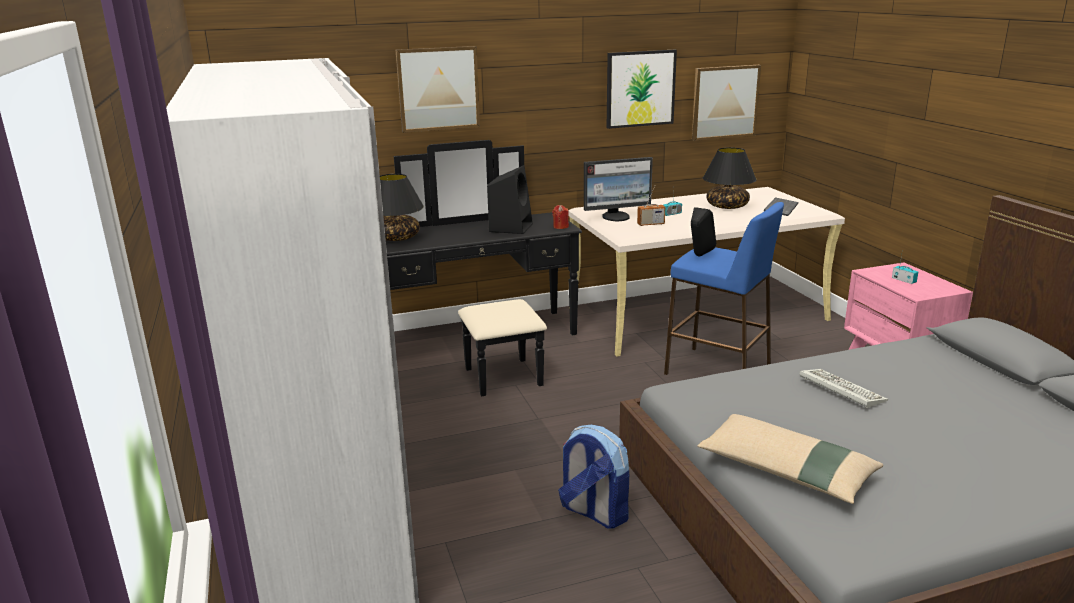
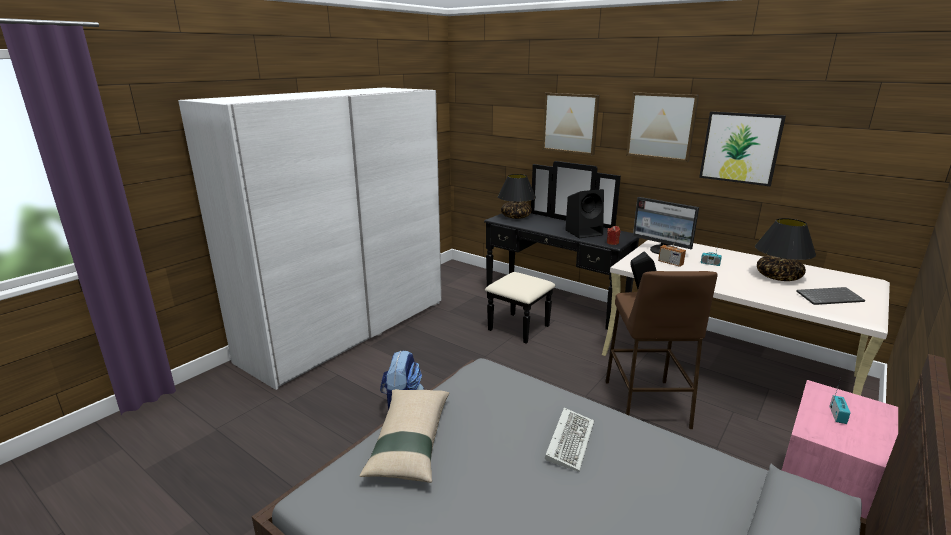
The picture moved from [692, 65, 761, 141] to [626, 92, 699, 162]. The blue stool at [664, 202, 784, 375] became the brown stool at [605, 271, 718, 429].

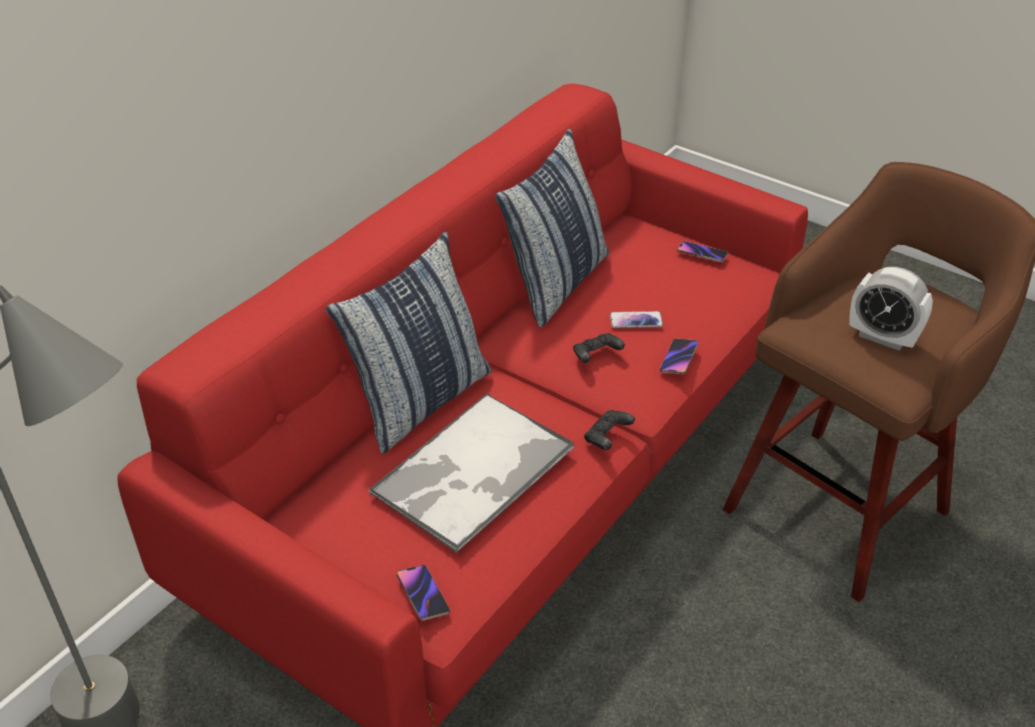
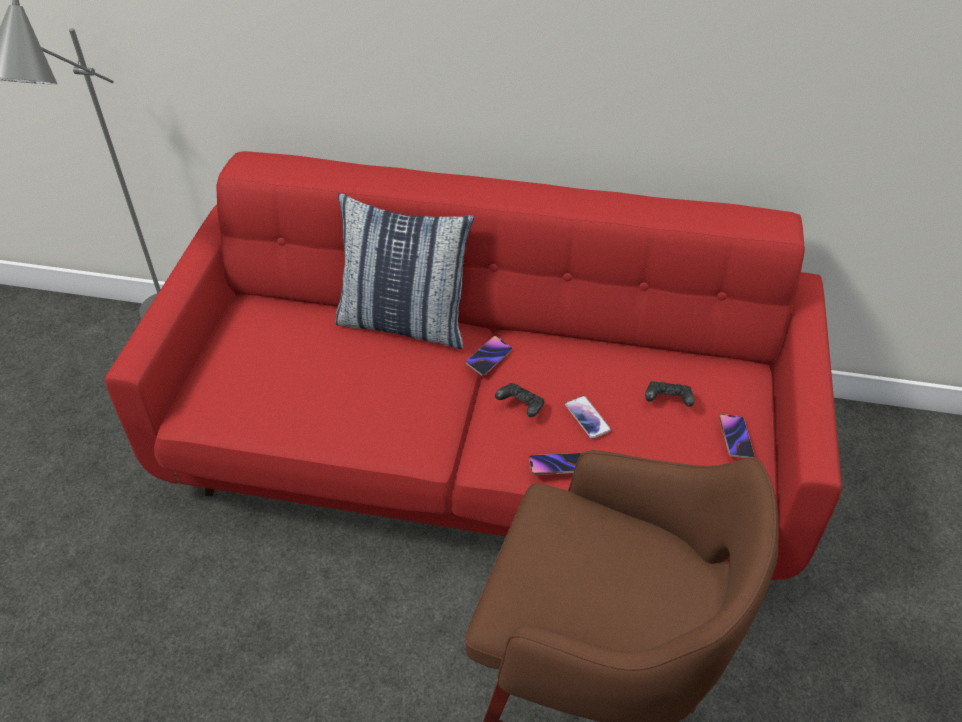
The tray at [368, 393, 574, 553] disappeared. The pillow at [495, 128, 609, 327] disappeared. The alarm clock at [849, 267, 933, 351] disappeared. The phone moved from [397, 565, 450, 621] to [466, 336, 512, 376]. The black game controller moved from [584, 410, 635, 450] to [645, 381, 694, 407].

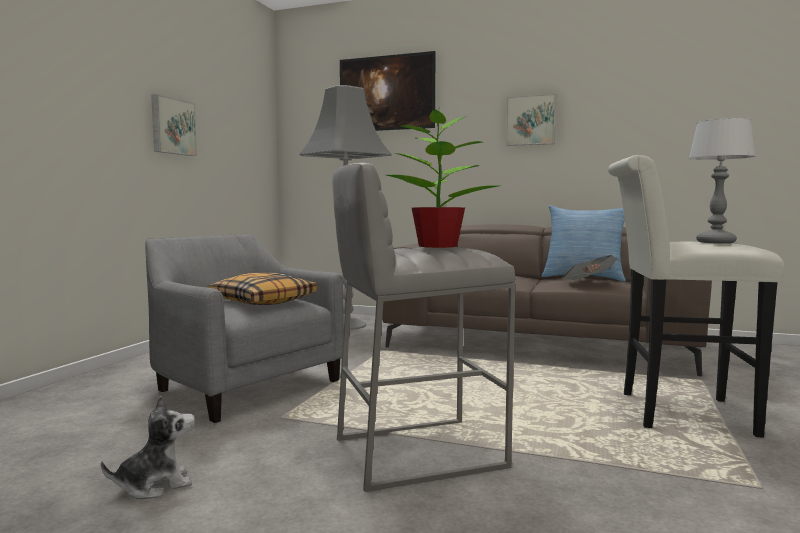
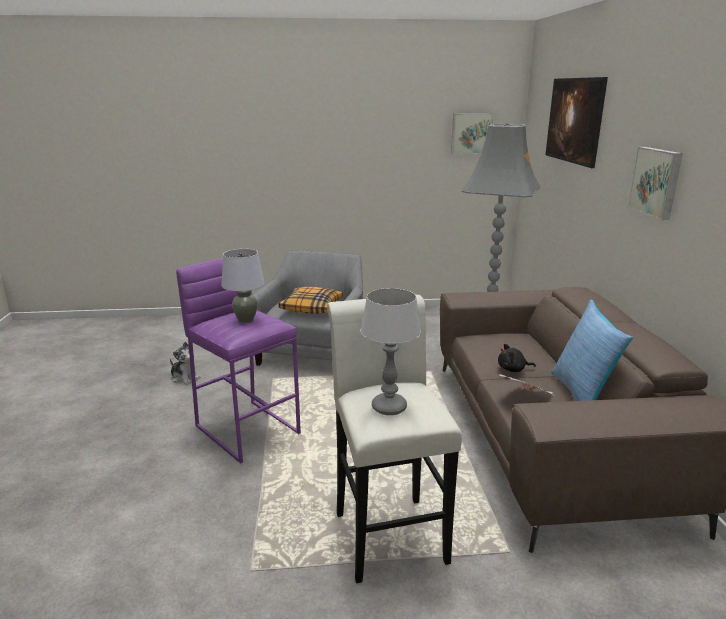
The black plush toy at [498, 344, 536, 372] appeared. The picture moved from [151, 94, 197, 156] to [451, 113, 493, 154]. The potted plant at [387, 107, 498, 248] was replaced by the grey table lamp at [221, 249, 265, 323]. The grey stool at [332, 163, 515, 492] became the purple stool at [176, 258, 301, 464].

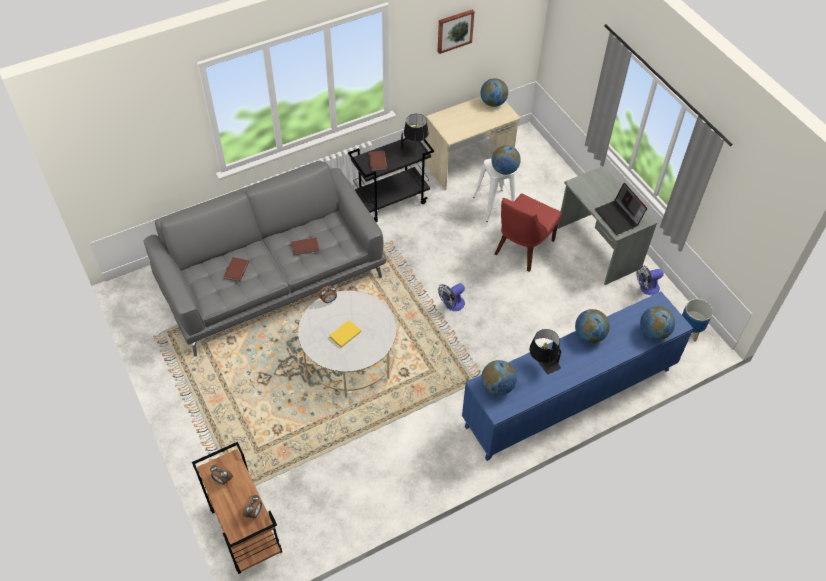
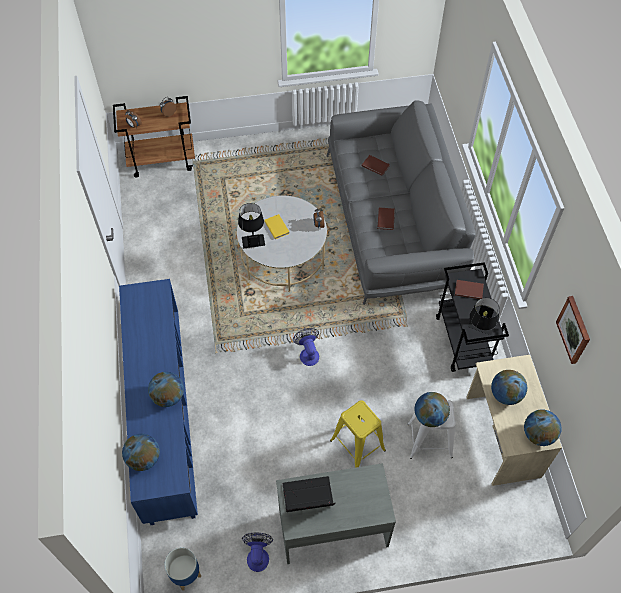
The globe moved from [481, 360, 517, 396] to [491, 370, 527, 405]. The black table lamp moved from [529, 329, 561, 375] to [238, 203, 265, 248]. The red chair at [495, 194, 562, 272] was replaced by the yellow stool at [330, 400, 386, 468].

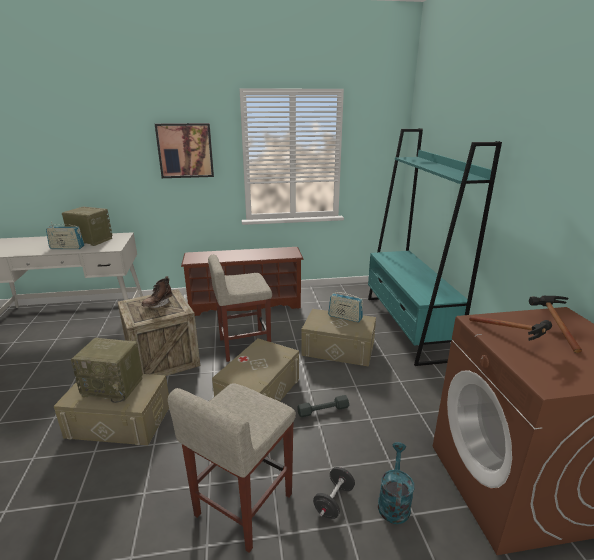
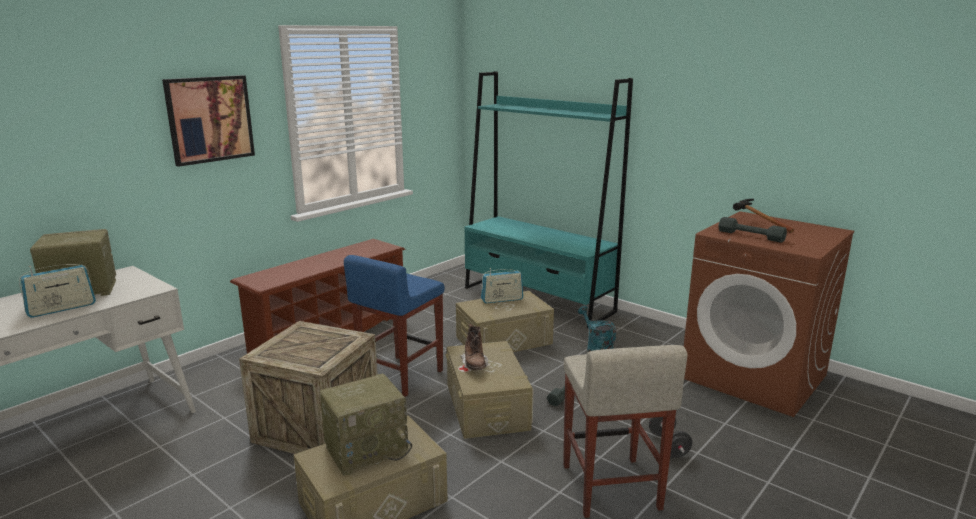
The brown boot moved from [141, 276, 172, 308] to [460, 324, 488, 370]. The turquoise watering can moved from [378, 442, 414, 524] to [578, 306, 616, 352]. The hammer at [469, 315, 552, 341] was replaced by the grey dumbbell at [718, 217, 787, 243]. The beige stool at [208, 254, 272, 362] became the blue stool at [344, 255, 445, 397].

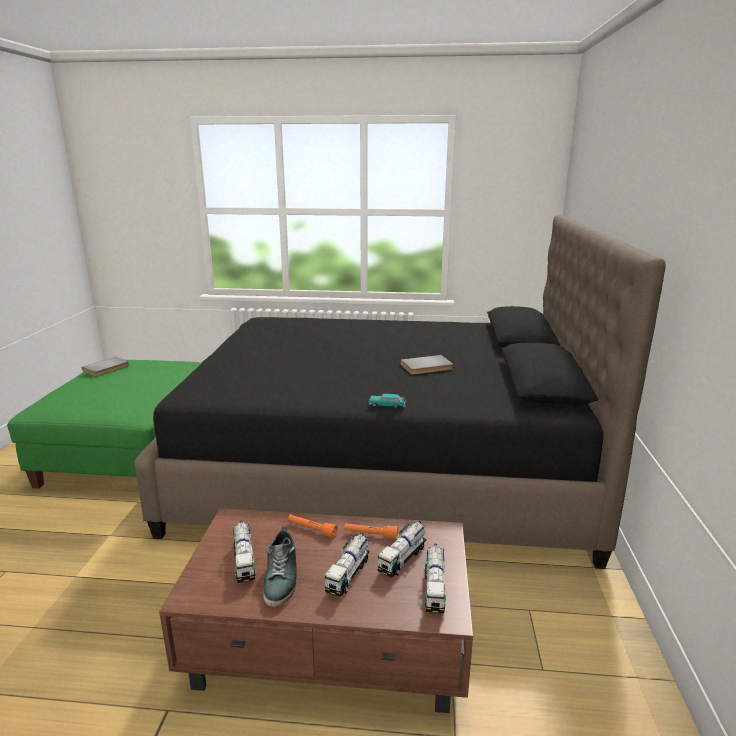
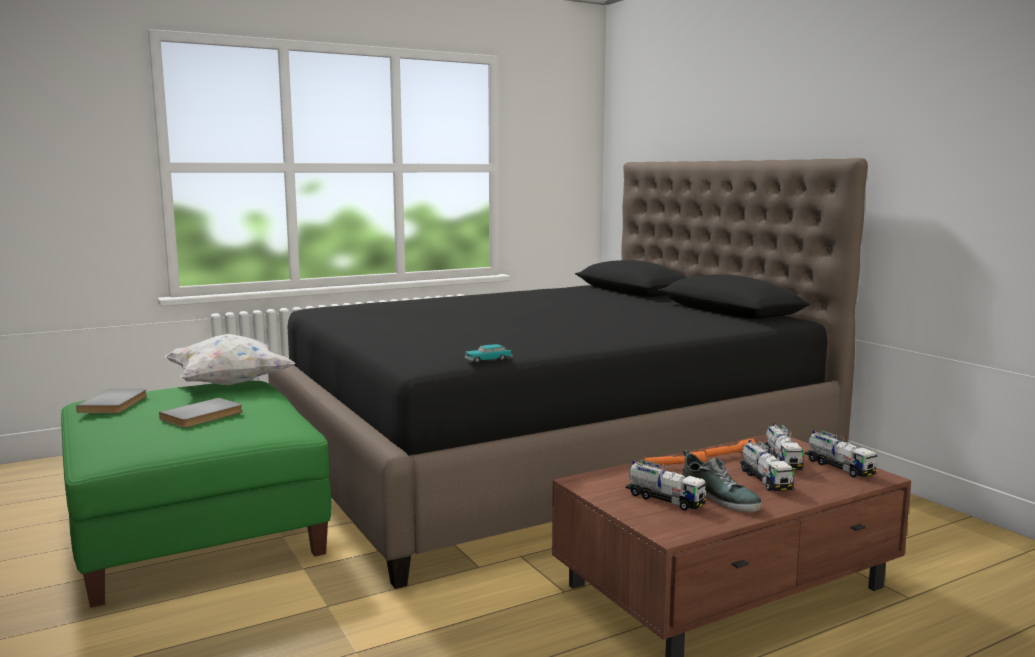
The white pillow at [165, 334, 296, 385] appeared. The toy car moved from [369, 394, 406, 408] to [464, 344, 513, 363]. The grey book moved from [400, 355, 453, 375] to [159, 398, 243, 428].

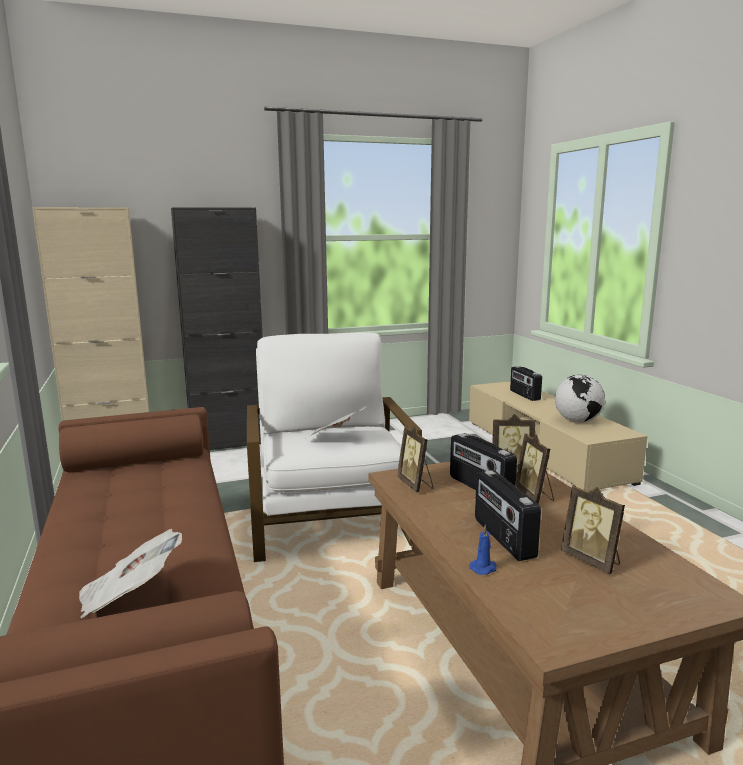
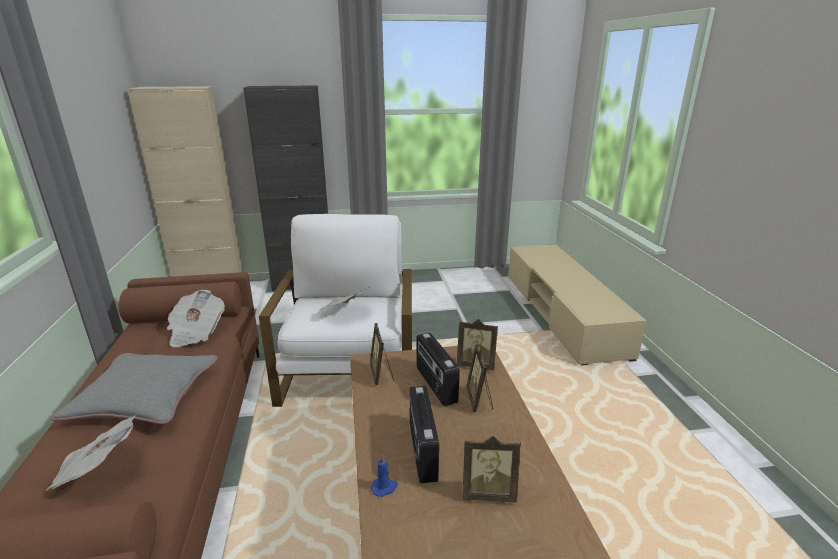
The radio at [510, 366, 542, 401] disappeared. The globe at [555, 375, 605, 423] disappeared. The grey pillow at [51, 353, 218, 424] appeared. The newspaper at [167, 290, 225, 347] appeared. The picture frame at [561, 485, 625, 574] turned 60 degrees counterclockwise.

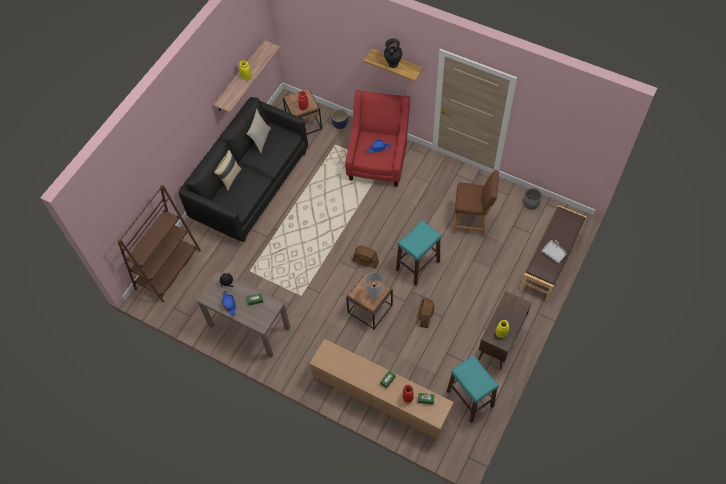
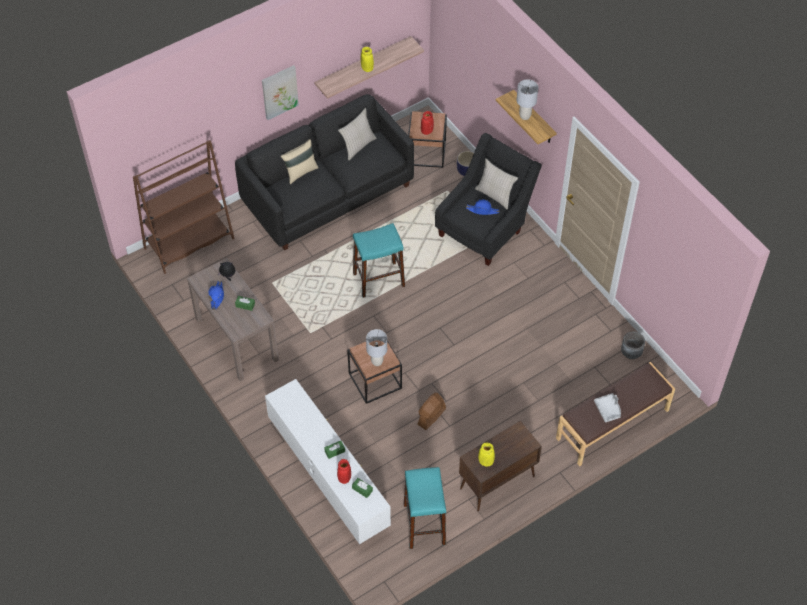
The brown fan at [353, 245, 379, 268] disappeared. The brown stool at [452, 170, 499, 237] disappeared. The picture at [262, 65, 299, 120] appeared. The beige pillow at [475, 158, 518, 210] appeared. The turquoise stool moved from [396, 220, 441, 286] to [353, 223, 405, 298]. The black vase at [384, 39, 402, 68] was replaced by the grey table lamp at [517, 79, 538, 120]. The brown tv stand at [310, 339, 454, 440] became the white tv stand at [265, 379, 391, 544]. The red armchair at [345, 90, 410, 187] became the black armchair at [435, 133, 542, 266].

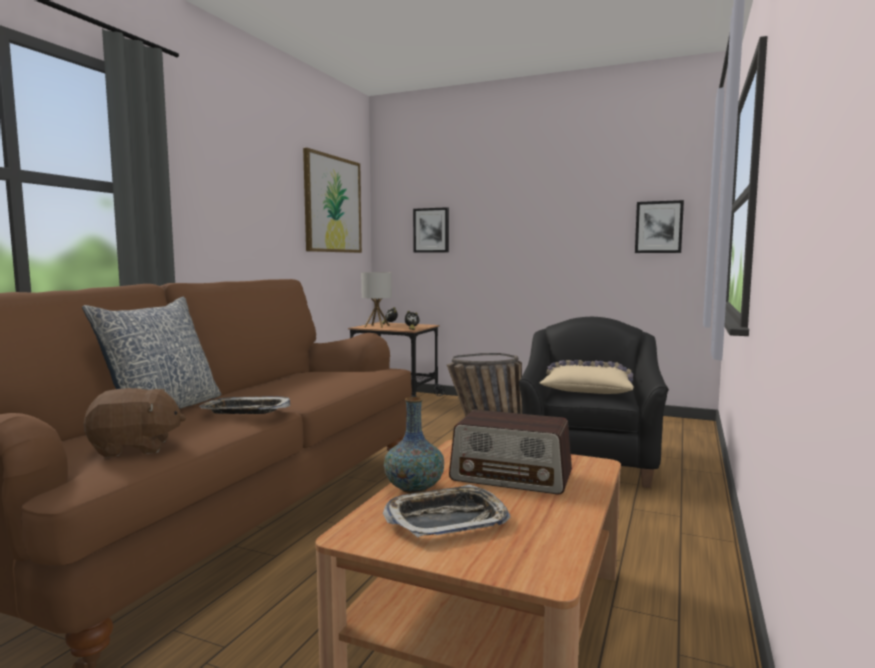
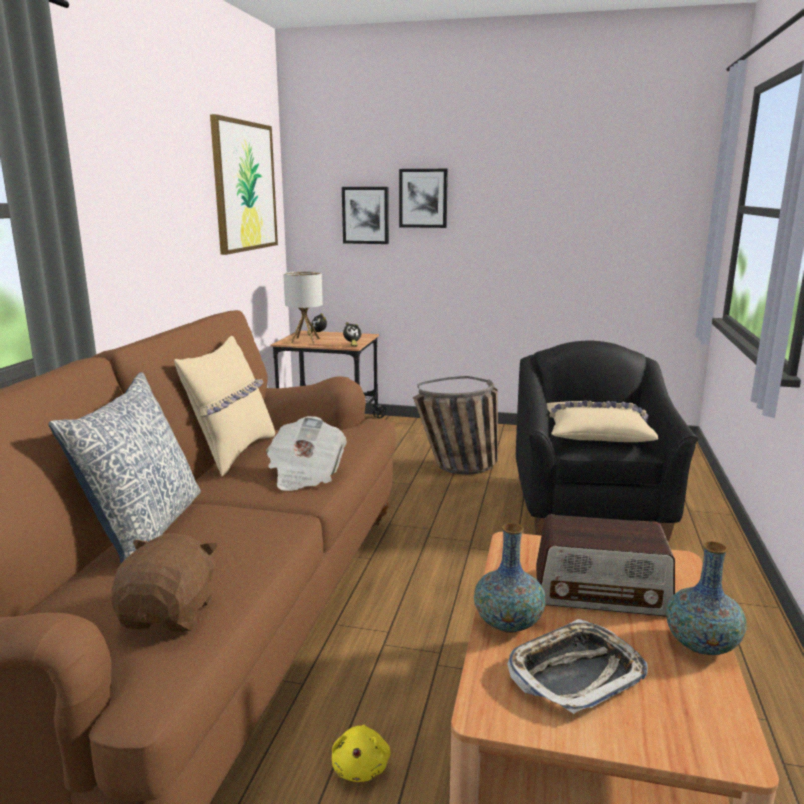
The tray at [200, 396, 290, 414] disappeared. The beige pillow at [174, 336, 275, 476] appeared. The newspaper at [266, 416, 347, 491] appeared. The yellow plush toy at [332, 725, 390, 782] appeared. The vase at [666, 541, 747, 655] appeared. The picture moved from [635, 200, 684, 253] to [399, 169, 448, 228]. The brown plush toy at [84, 388, 186, 457] turned 60 degrees counterclockwise.

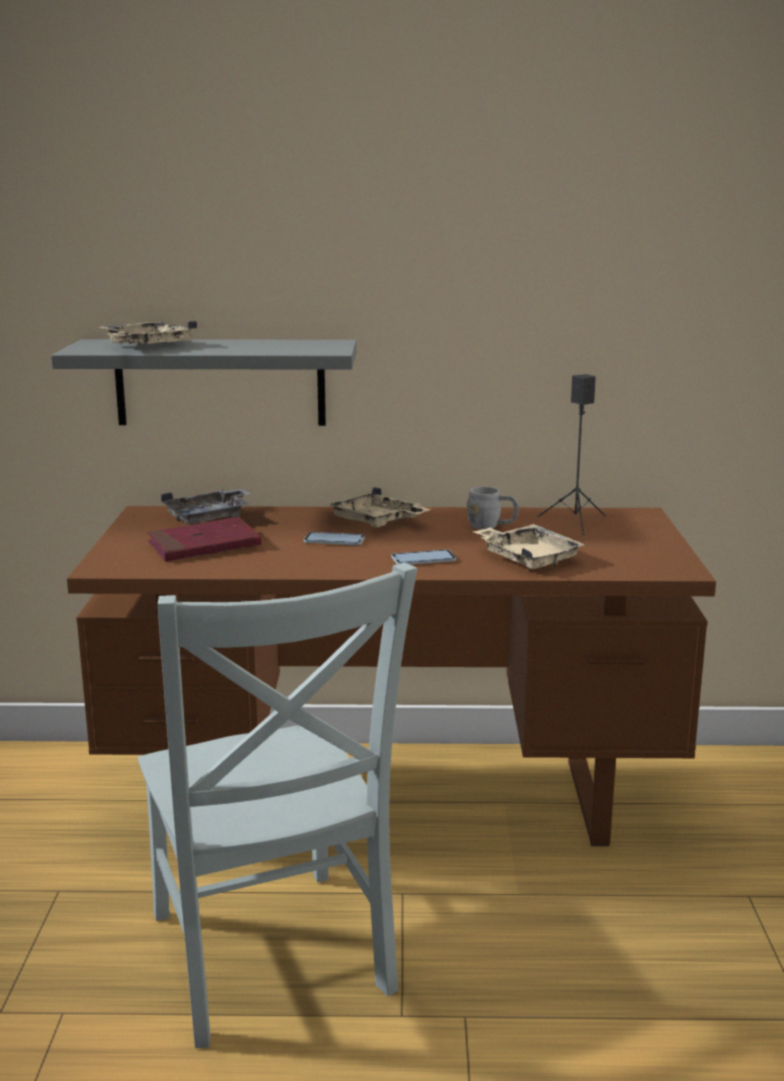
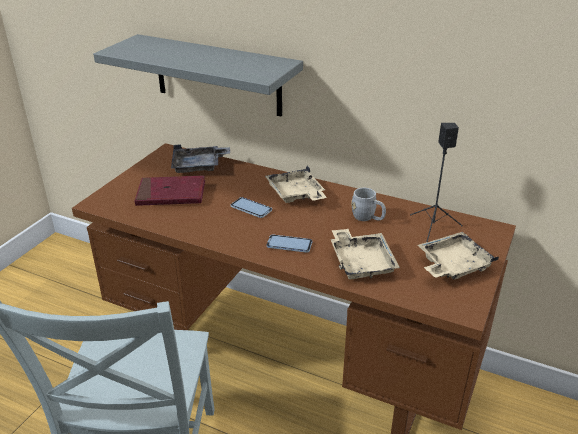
The beige tray moved from [100, 321, 197, 345] to [418, 232, 499, 280].

